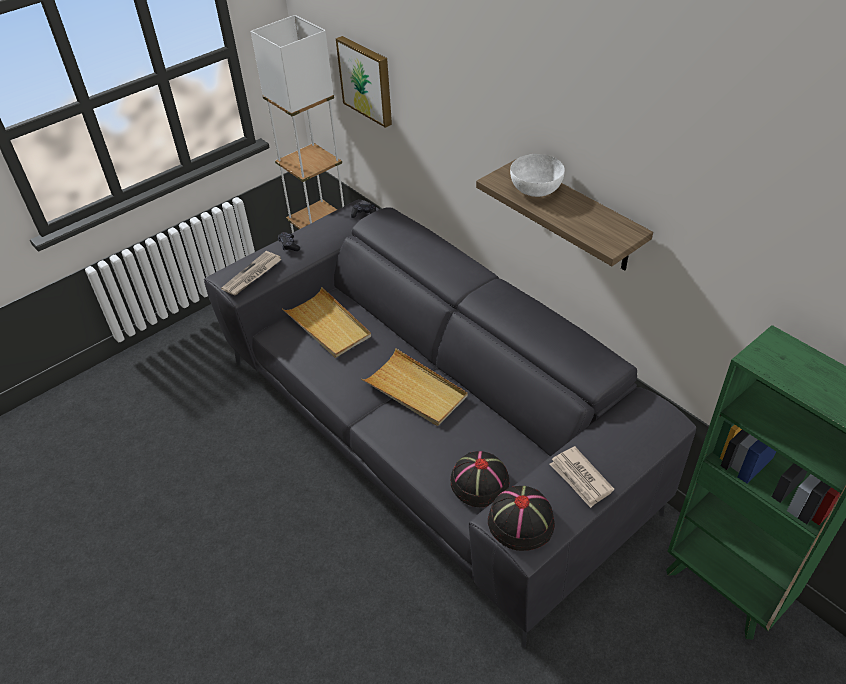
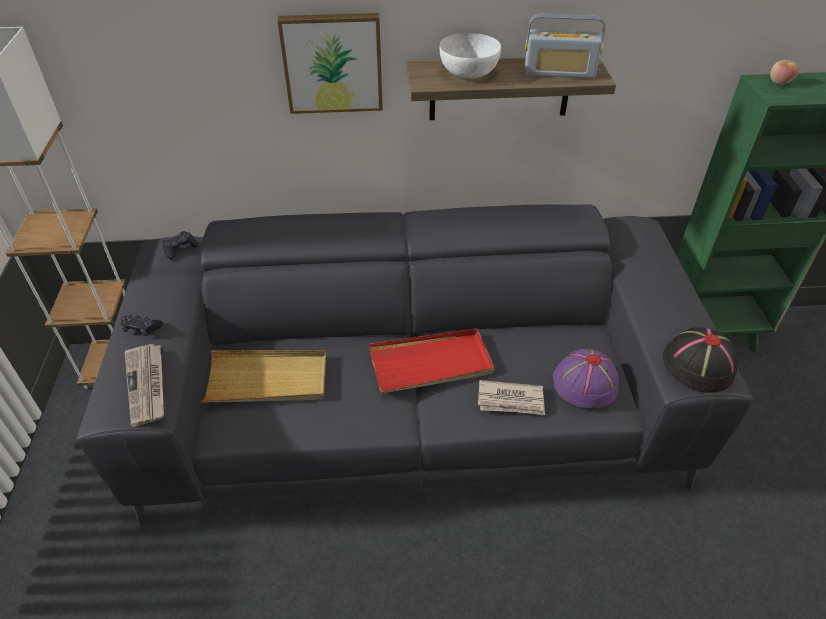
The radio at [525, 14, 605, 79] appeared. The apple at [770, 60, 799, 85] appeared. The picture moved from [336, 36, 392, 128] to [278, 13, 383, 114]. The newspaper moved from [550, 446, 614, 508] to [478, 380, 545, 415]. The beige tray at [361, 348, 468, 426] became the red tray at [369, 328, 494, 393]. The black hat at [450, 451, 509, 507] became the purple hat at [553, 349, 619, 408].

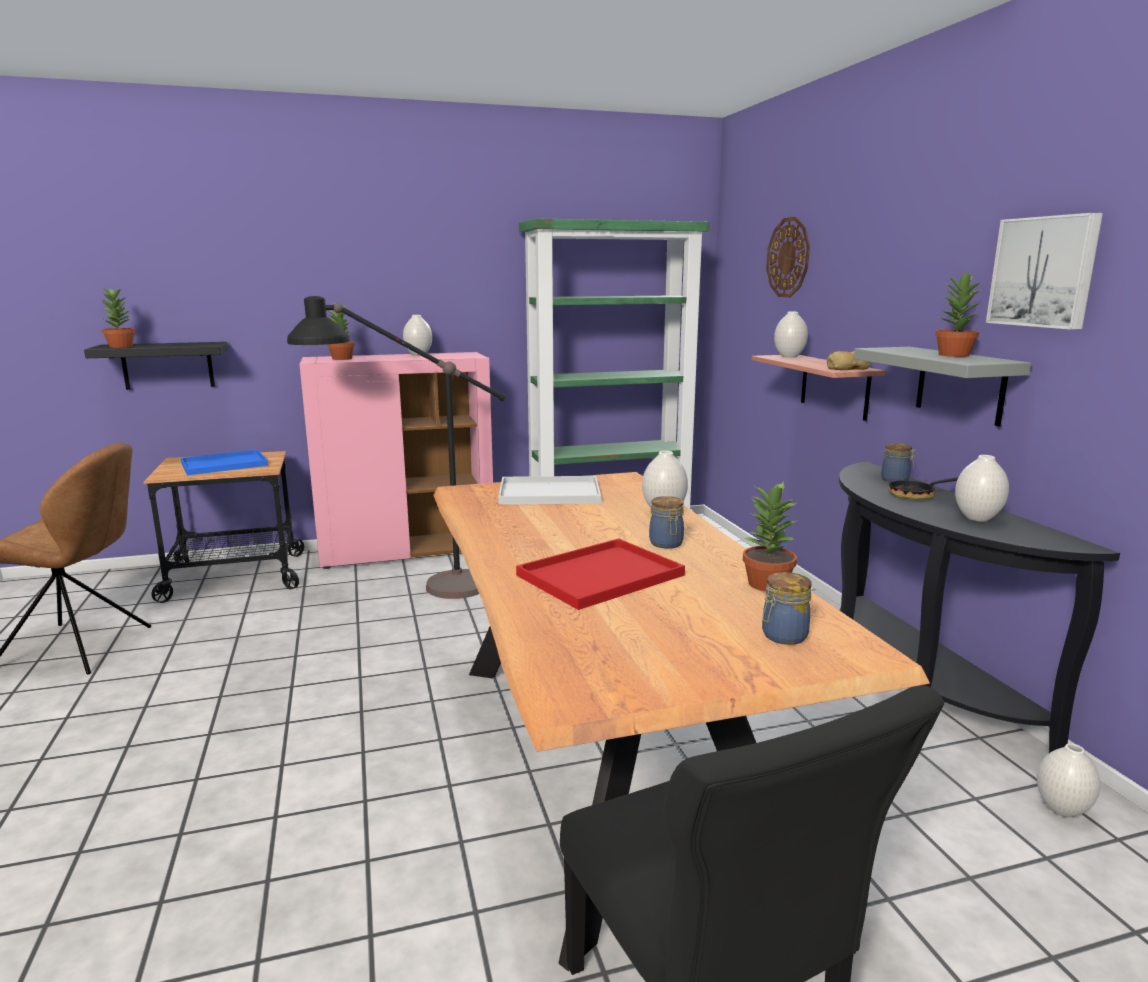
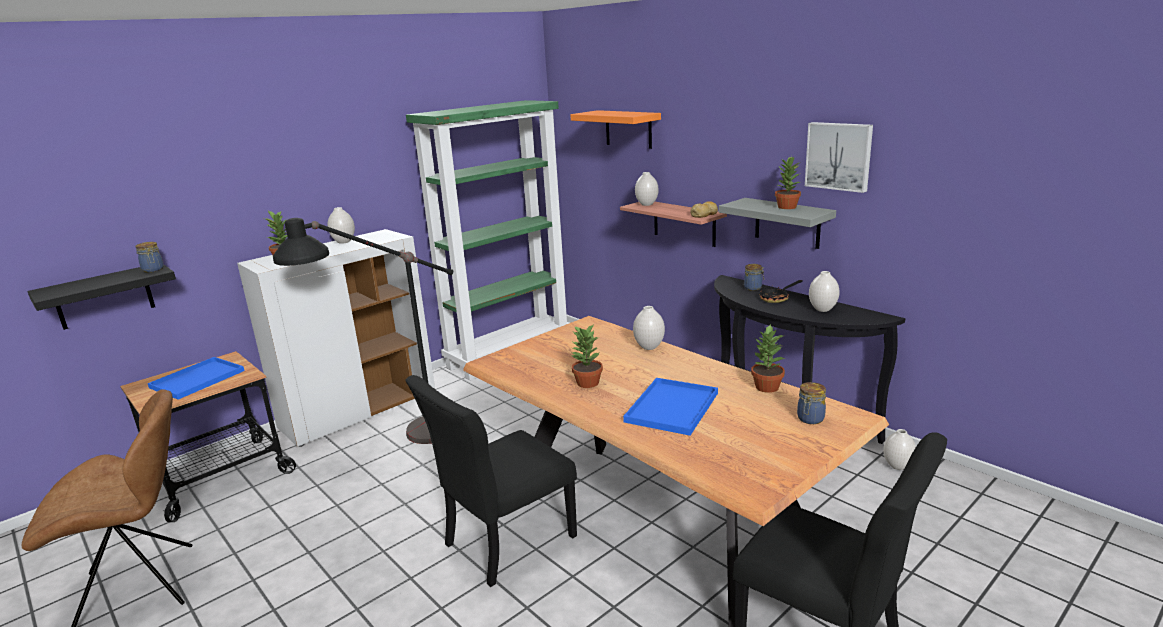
The white tray at [498, 476, 601, 505] disappeared. The black chair at [405, 375, 577, 587] appeared. The potted plant moved from [100, 285, 135, 348] to [570, 325, 603, 388]. The jar moved from [649, 496, 684, 549] to [135, 242, 164, 272]. The wall clock at [766, 217, 810, 297] was replaced by the orange shelf at [570, 110, 661, 149]. The pink cabinet at [299, 352, 493, 569] became the white cabinet at [237, 229, 435, 447]. The red tray at [516, 539, 685, 610] became the blue tray at [623, 378, 718, 436].

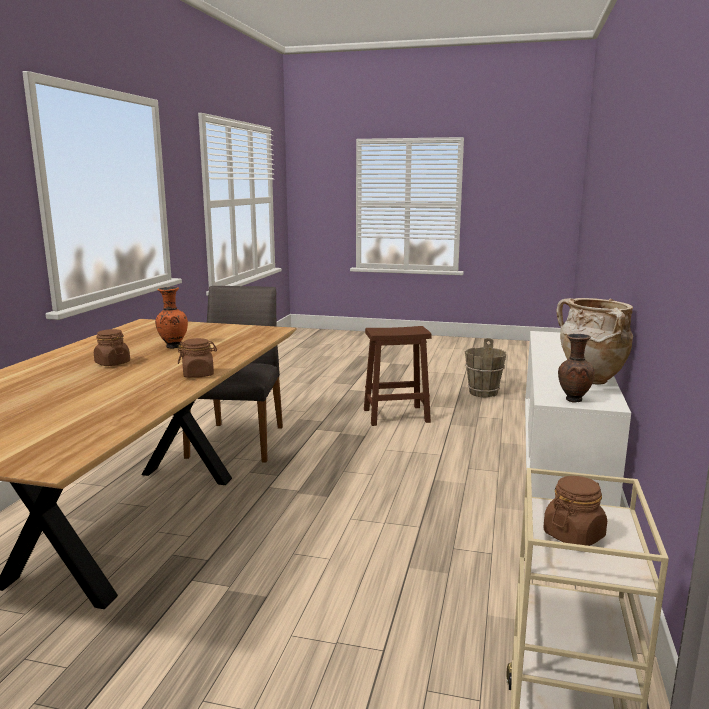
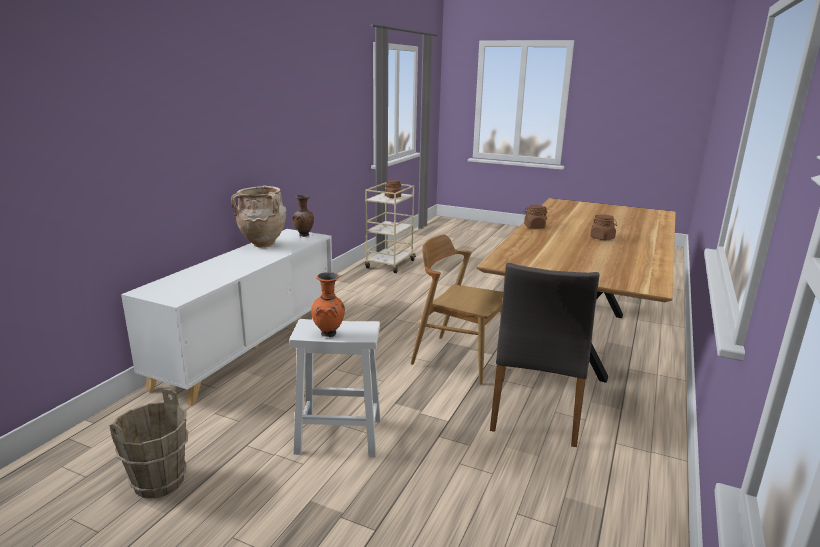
The brown chair at [411, 234, 504, 385] appeared. The orange vase moved from [155, 287, 188, 349] to [311, 272, 345, 337]. The brown stool at [364, 326, 432, 426] became the white stool at [289, 319, 381, 457].

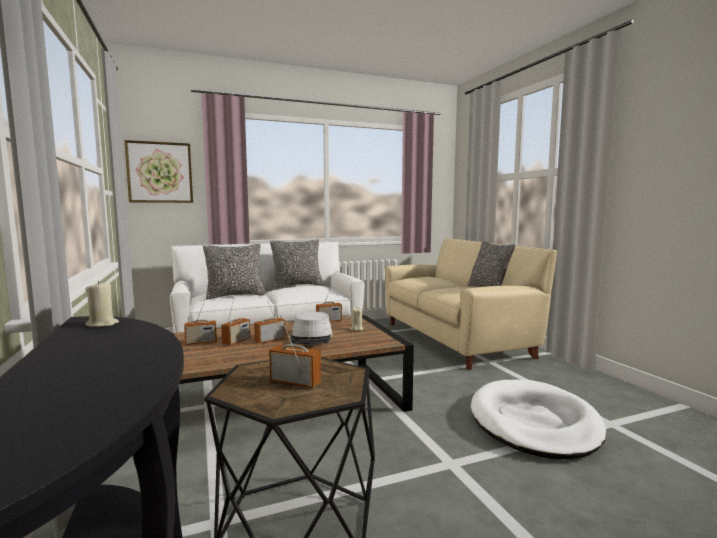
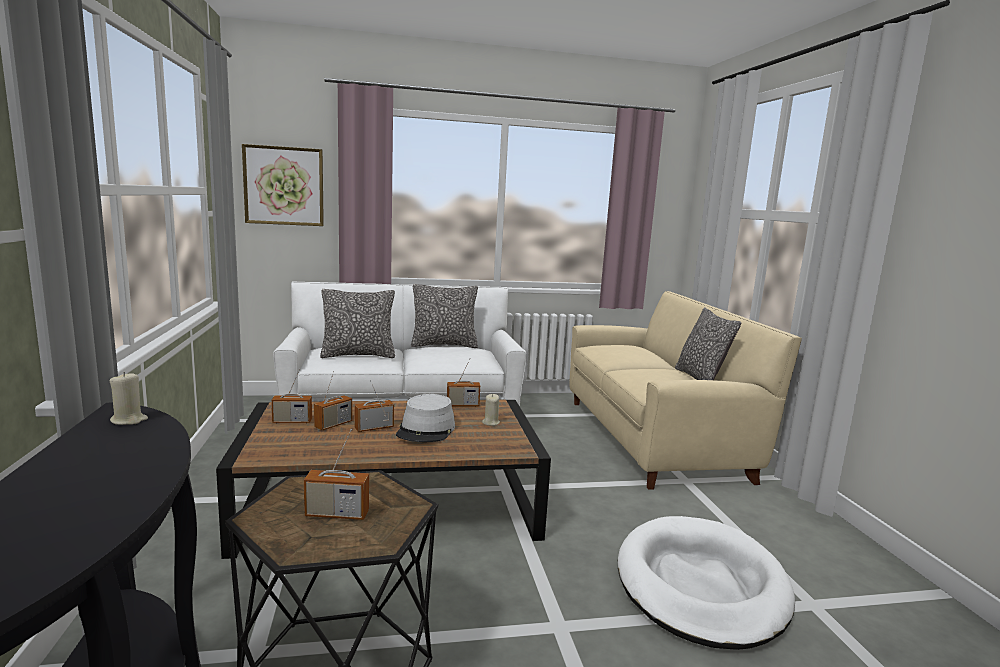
The radio at [269, 315, 321, 388] turned 150 degrees clockwise.

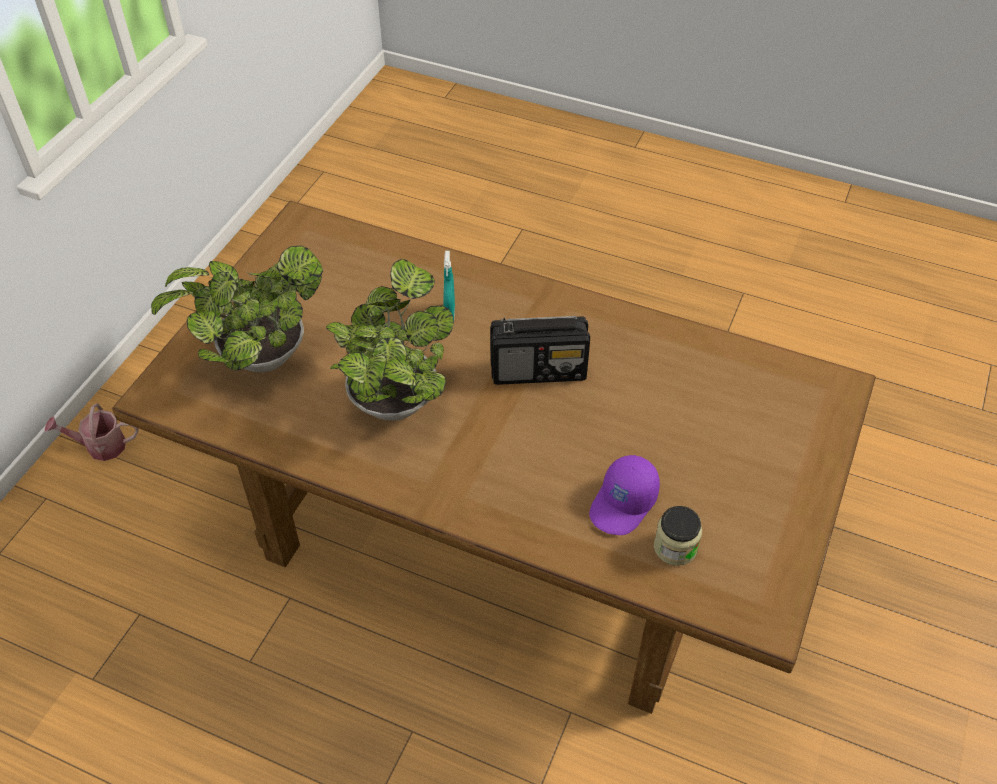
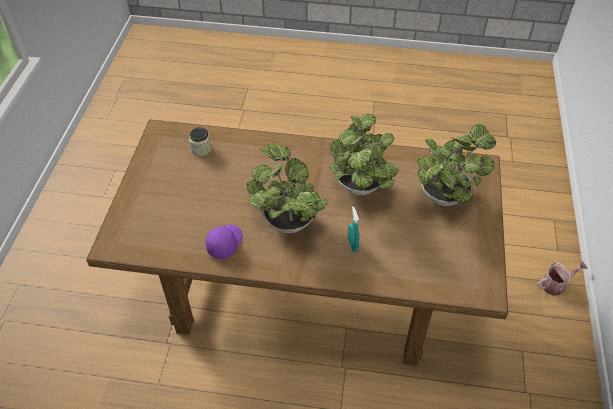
The purple cap moved from [589, 455, 660, 535] to [206, 225, 243, 259]. The radio at [490, 316, 590, 385] was replaced by the potted plant at [247, 144, 327, 233].

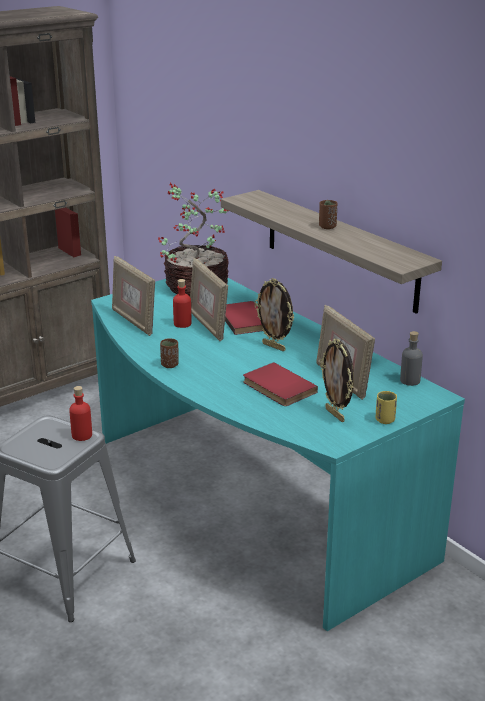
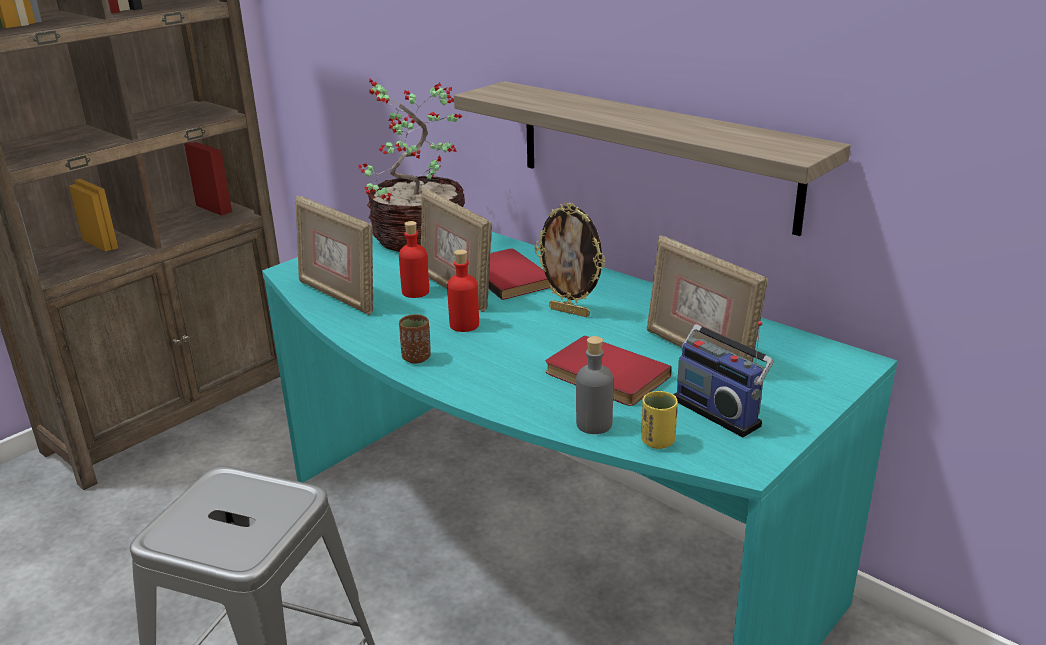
The brown cup at [319, 200, 337, 229] disappeared. The red bottle moved from [69, 386, 92, 441] to [447, 250, 479, 332]. The yellow cup moved from [376, 391, 397, 424] to [641, 391, 678, 449]. The grey bottle moved from [400, 331, 423, 386] to [576, 336, 613, 434]. The picture frame at [320, 338, 354, 422] was replaced by the radio at [673, 321, 774, 437].

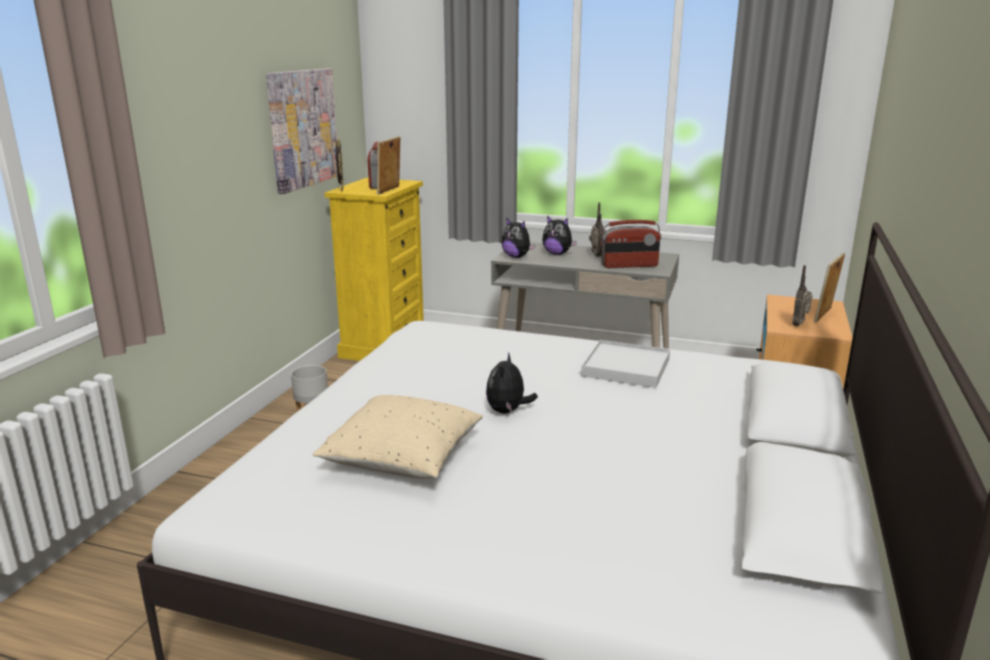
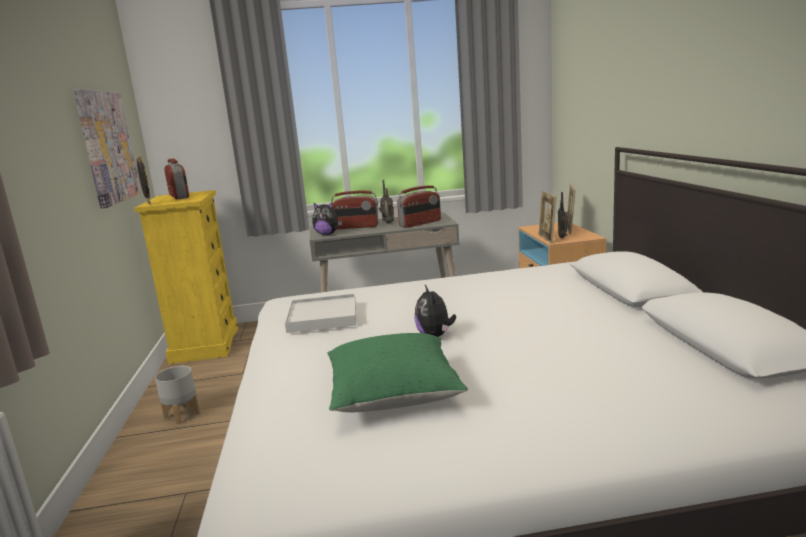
The picture frame moved from [377, 136, 400, 195] to [538, 190, 557, 244]. The white tray moved from [581, 340, 670, 388] to [285, 294, 356, 333]. The plush toy at [542, 216, 577, 255] was replaced by the radio at [332, 191, 378, 229]. The beige pillow at [313, 395, 483, 479] became the green pillow at [327, 333, 468, 412].

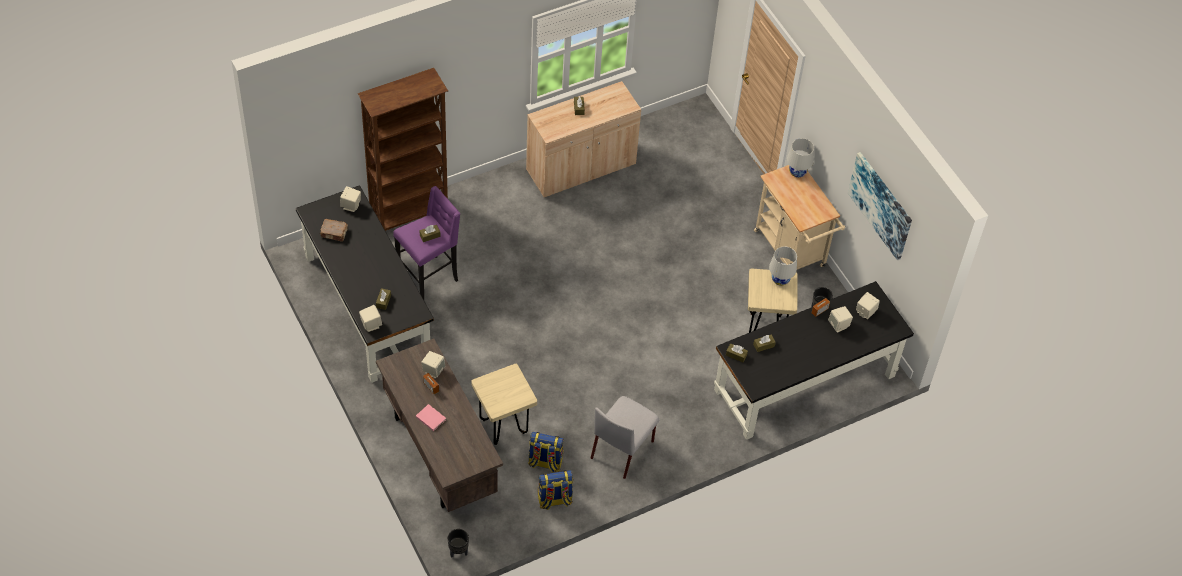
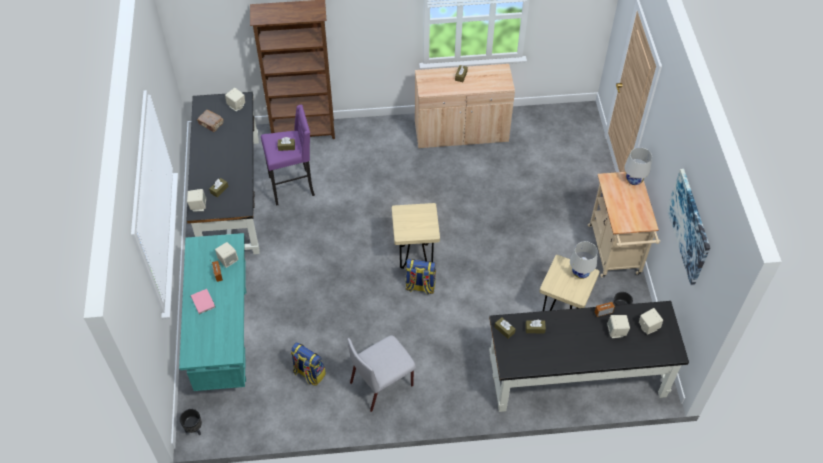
The beige stool moved from [471, 364, 537, 445] to [392, 203, 440, 269]. The backpack moved from [538, 470, 573, 510] to [405, 259, 436, 295]. The brown desk at [376, 338, 503, 512] became the turquoise desk at [179, 233, 246, 391].

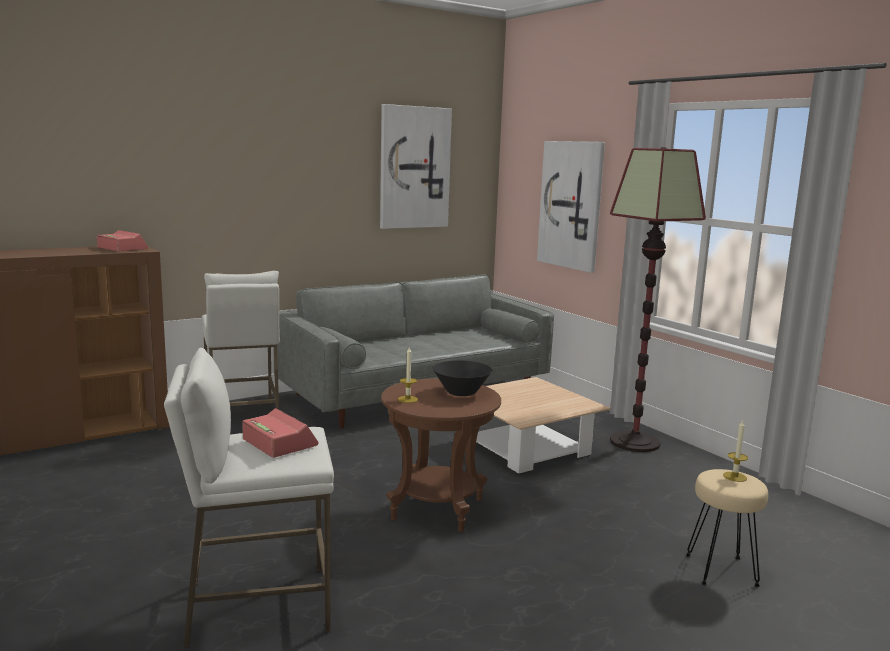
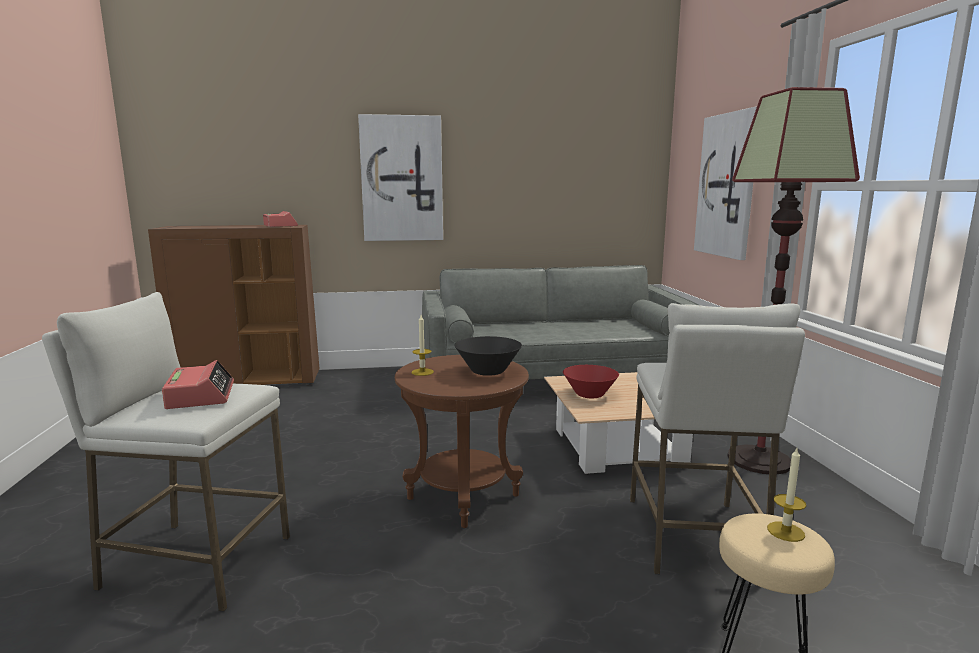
The red bowl at [563, 365, 619, 398] appeared. The white stool moved from [202, 271, 280, 410] to [630, 303, 805, 574]. The picture moved from [380, 104, 452, 229] to [358, 114, 443, 241].

